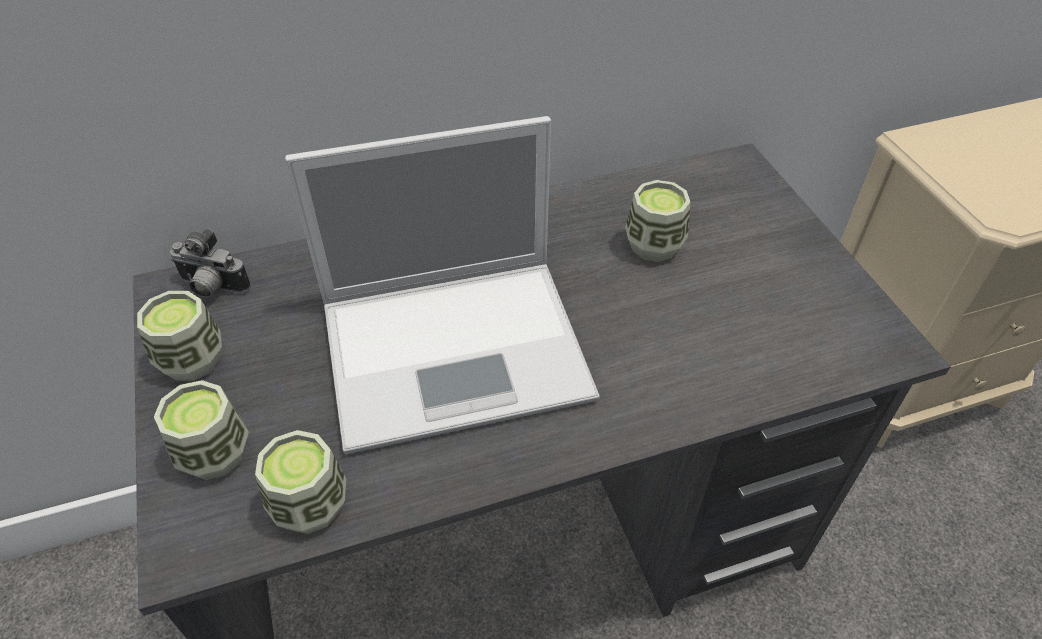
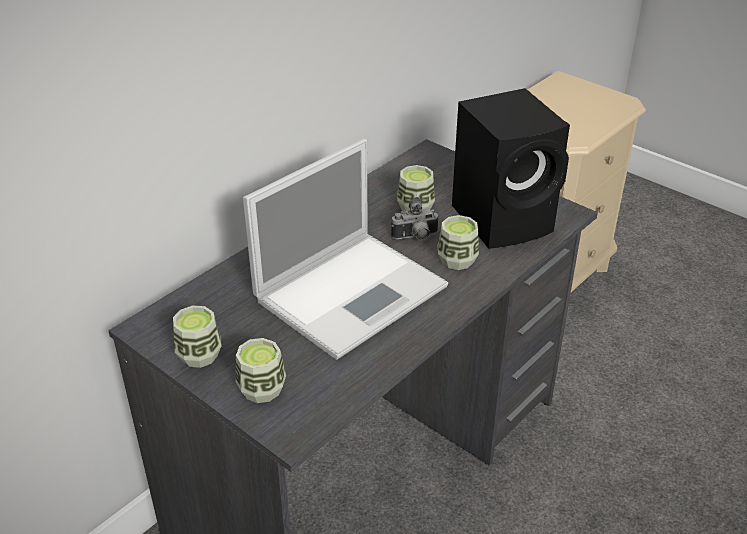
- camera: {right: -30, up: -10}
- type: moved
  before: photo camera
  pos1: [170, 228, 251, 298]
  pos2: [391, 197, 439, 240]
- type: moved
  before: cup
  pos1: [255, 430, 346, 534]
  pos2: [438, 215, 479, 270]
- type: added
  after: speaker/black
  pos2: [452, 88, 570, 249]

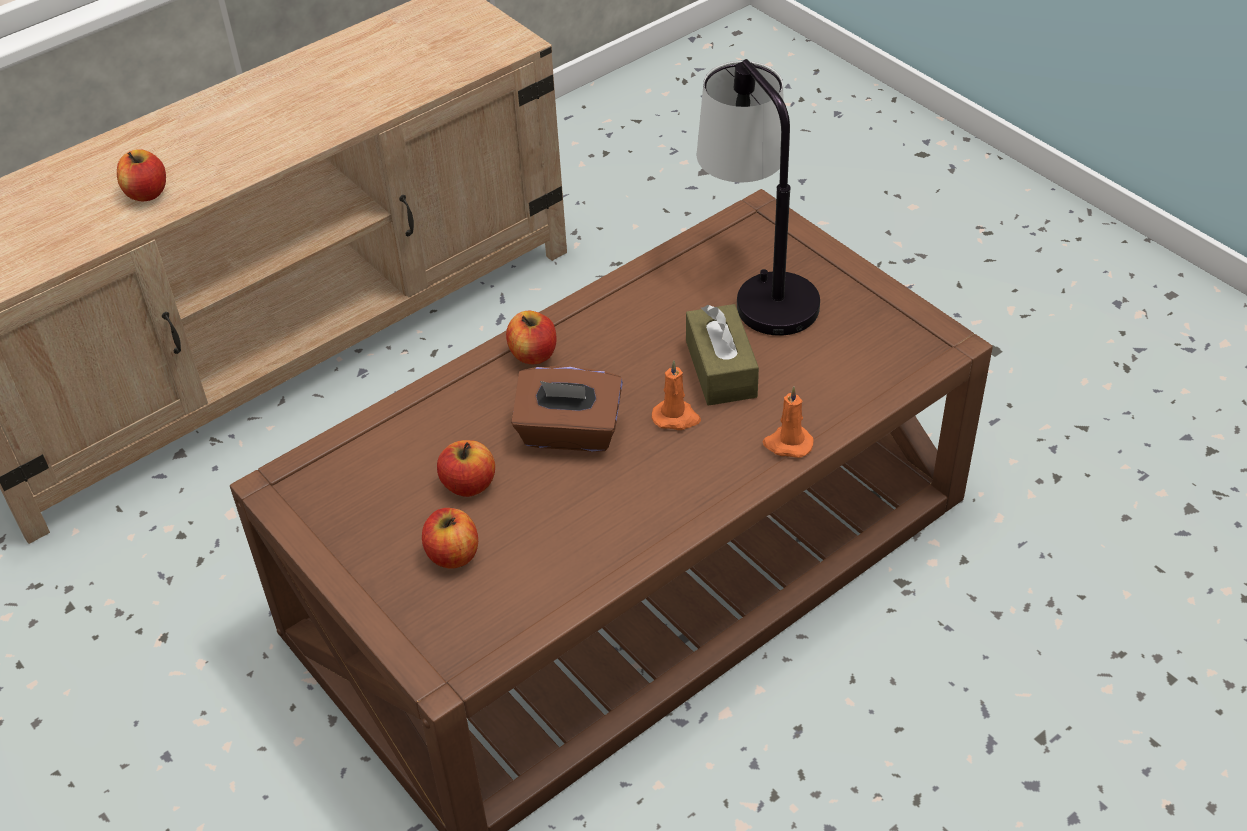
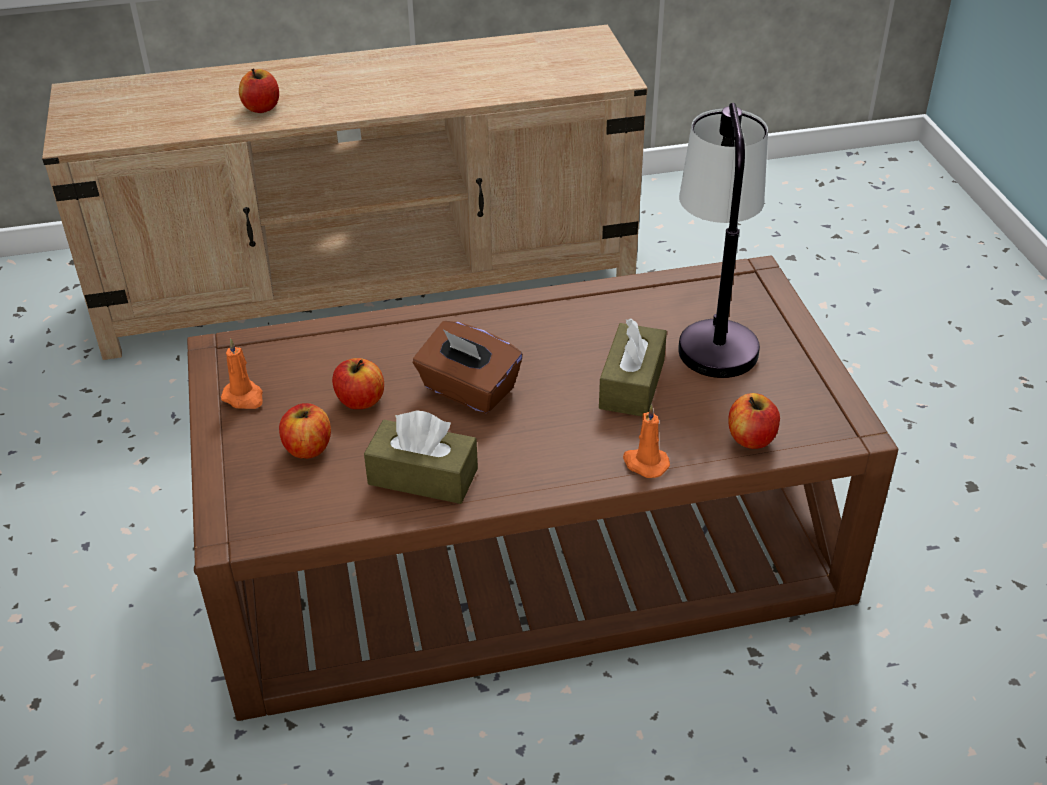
- camera: {right: 25, up: -5}
- type: moved
  before: candle/orange
  pos1: [652, 360, 701, 430]
  pos2: [221, 339, 263, 409]
- type: added
  after: tissue box/brown
  pos2: [364, 410, 478, 504]
- type: moved
  before: apple
  pos1: [506, 311, 557, 364]
  pos2: [728, 393, 780, 449]

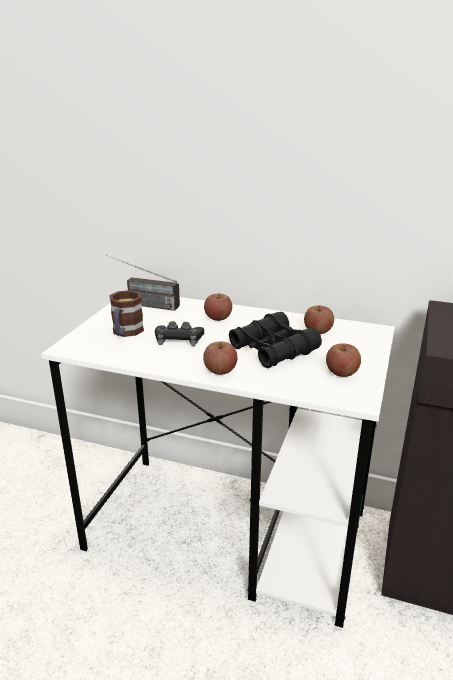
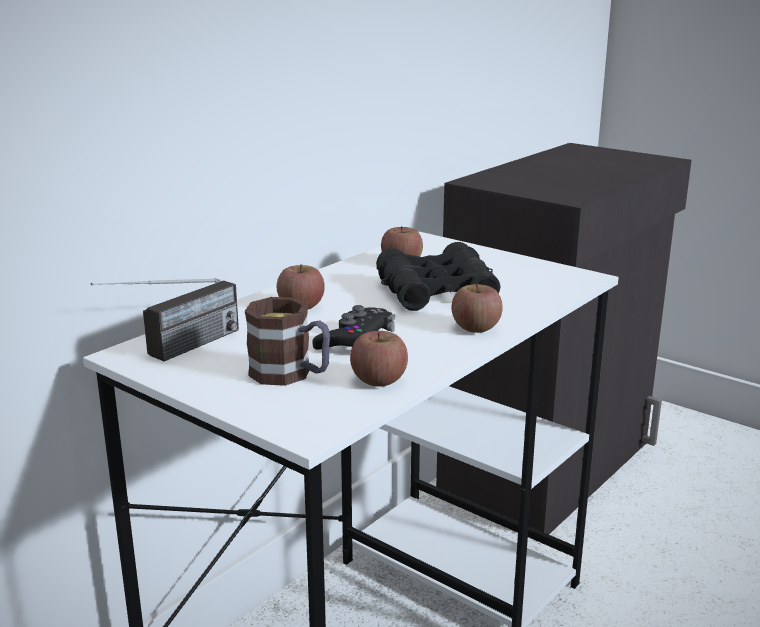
- camera: {right: -70, up: -5}
- type: moved
  before: apple
  pos1: [326, 343, 361, 377]
  pos2: [350, 331, 408, 387]

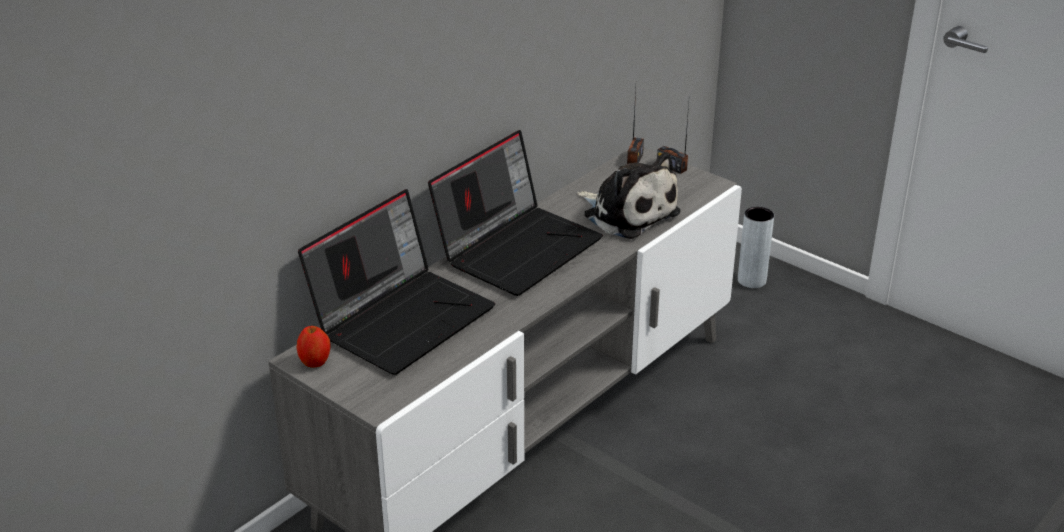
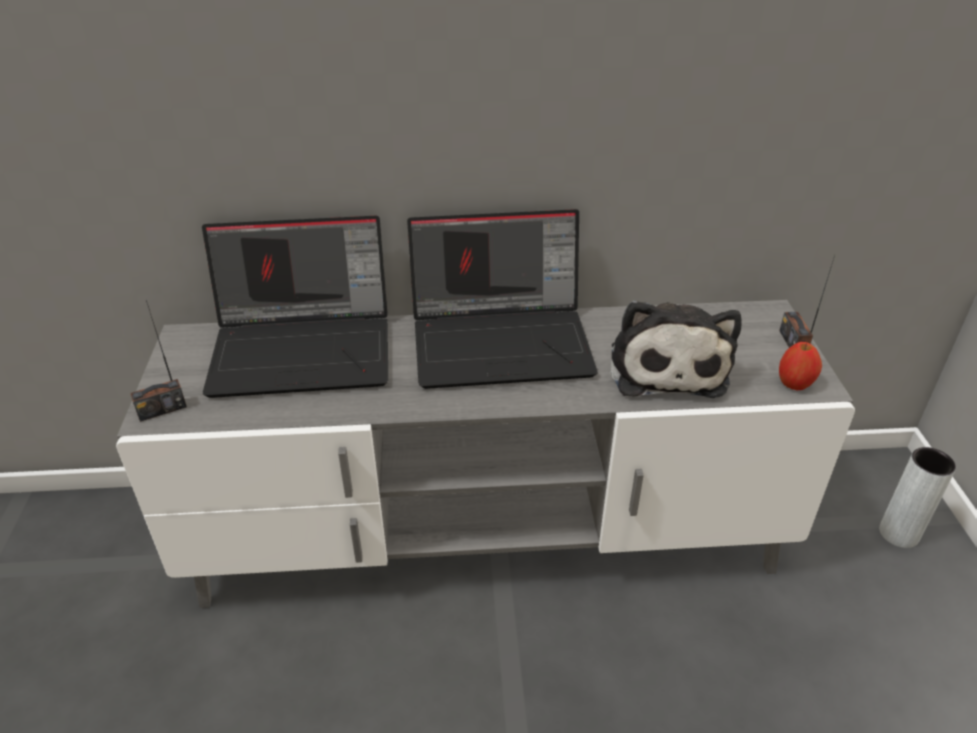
- camera: {right: 45, up: 5}
- type: moved
  before: radio
  pos1: [627, 90, 644, 164]
  pos2: [130, 300, 187, 422]
- type: moved
  before: apple
  pos1: [296, 326, 331, 368]
  pos2: [779, 342, 822, 390]

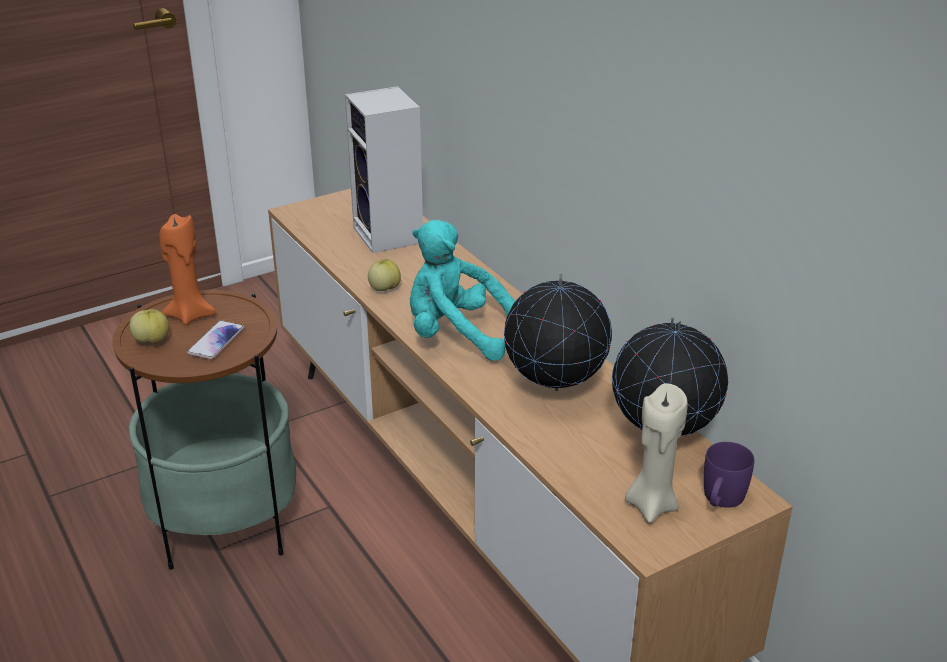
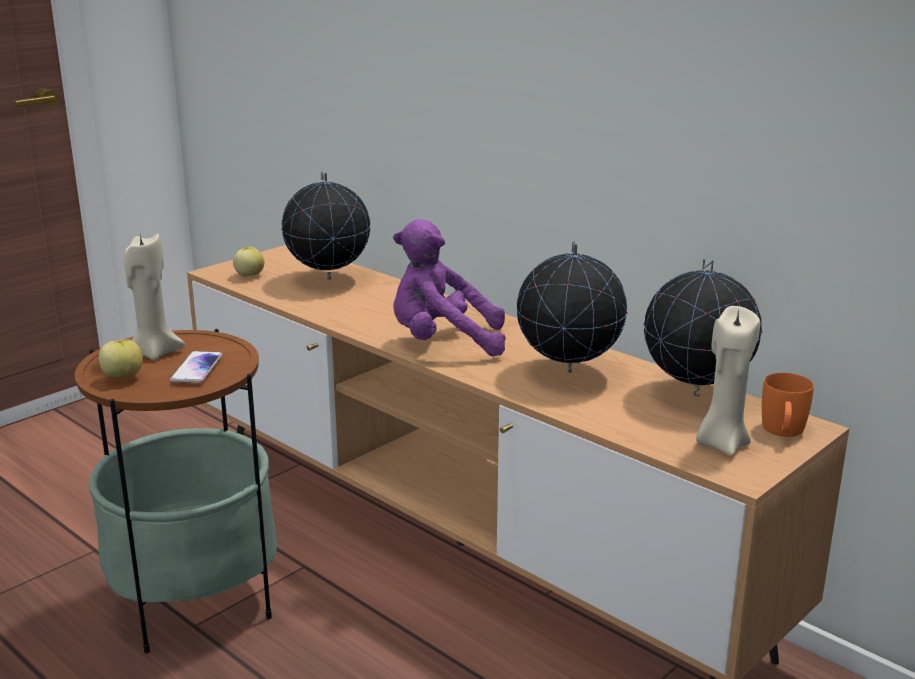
- camera: {right: -15, up: -10}
- type: recoloured
  before: candle/orange
  after: candle/beige
  pos1: [160, 214, 217, 325]
  pos2: [124, 234, 185, 361]
- type: moved
  before: apple
  pos1: [368, 259, 401, 291]
  pos2: [233, 247, 264, 277]
- type: replaced
  before: speaker
  after: globe
  pos1: [345, 86, 423, 253]
  pos2: [281, 172, 370, 280]
- type: recoloured
  before: plush toy/turquoise
  after: plush toy/purple
  pos1: [410, 220, 515, 361]
  pos2: [393, 219, 506, 357]
- type: recoloured
  before: mug/purple
  after: mug/orange
  pos1: [704, 442, 754, 508]
  pos2: [762, 373, 814, 437]

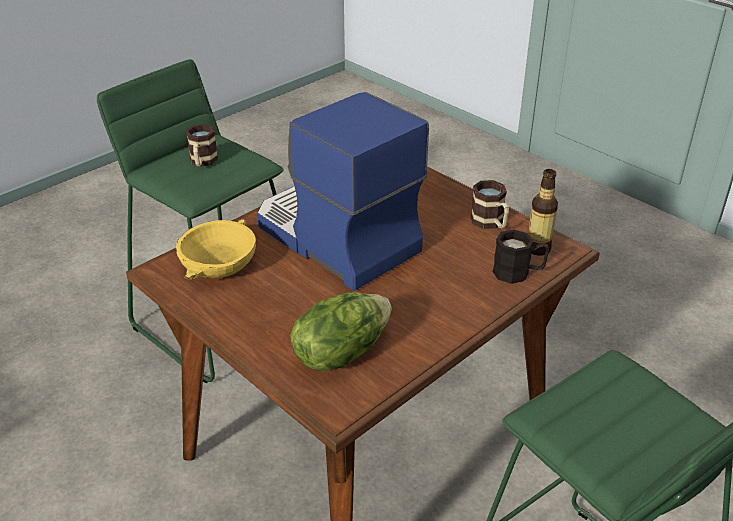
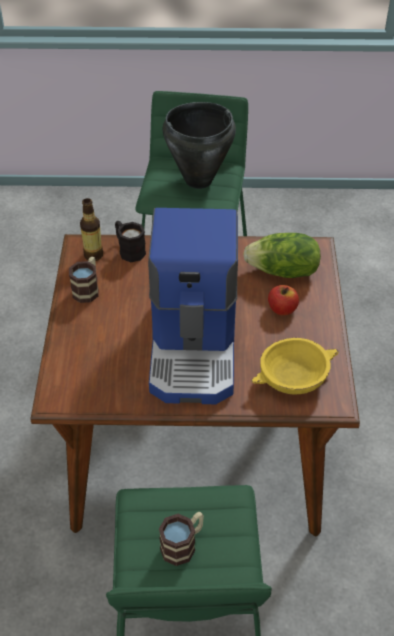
- camera: {right: -135, up: 10}
- type: added
  after: cooking pot/black
  pos2: [162, 102, 236, 189]
- type: added
  after: apple
  pos2: [268, 285, 299, 315]

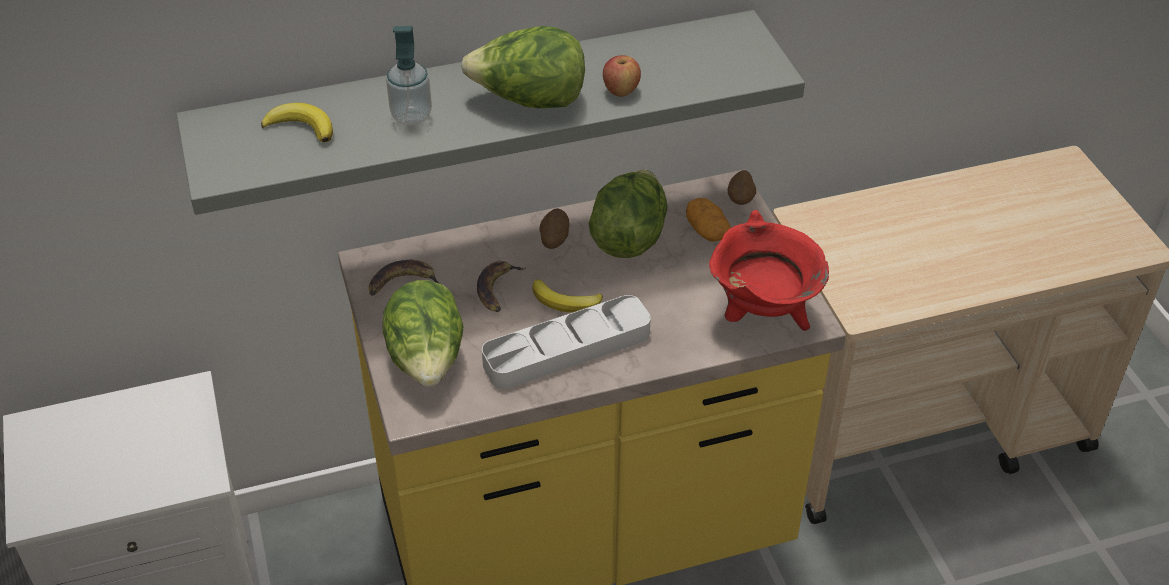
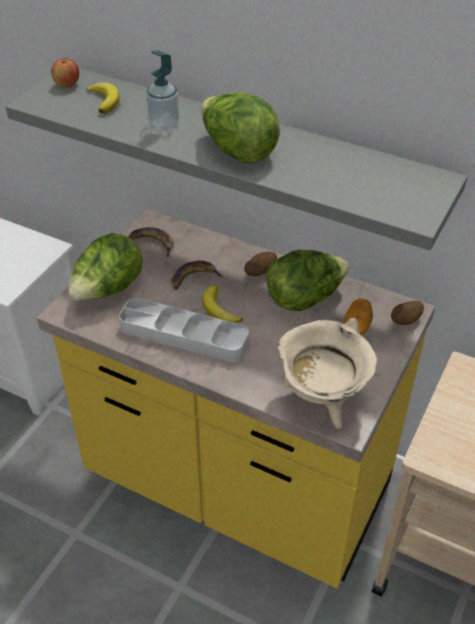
- camera: {right: 45, up: 0}
- type: moved
  before: apple
  pos1: [603, 55, 641, 97]
  pos2: [51, 58, 79, 87]
- type: recoloured
  before: cooking pot/red
  after: cooking pot/beige
  pos1: [709, 210, 829, 331]
  pos2: [277, 318, 376, 429]

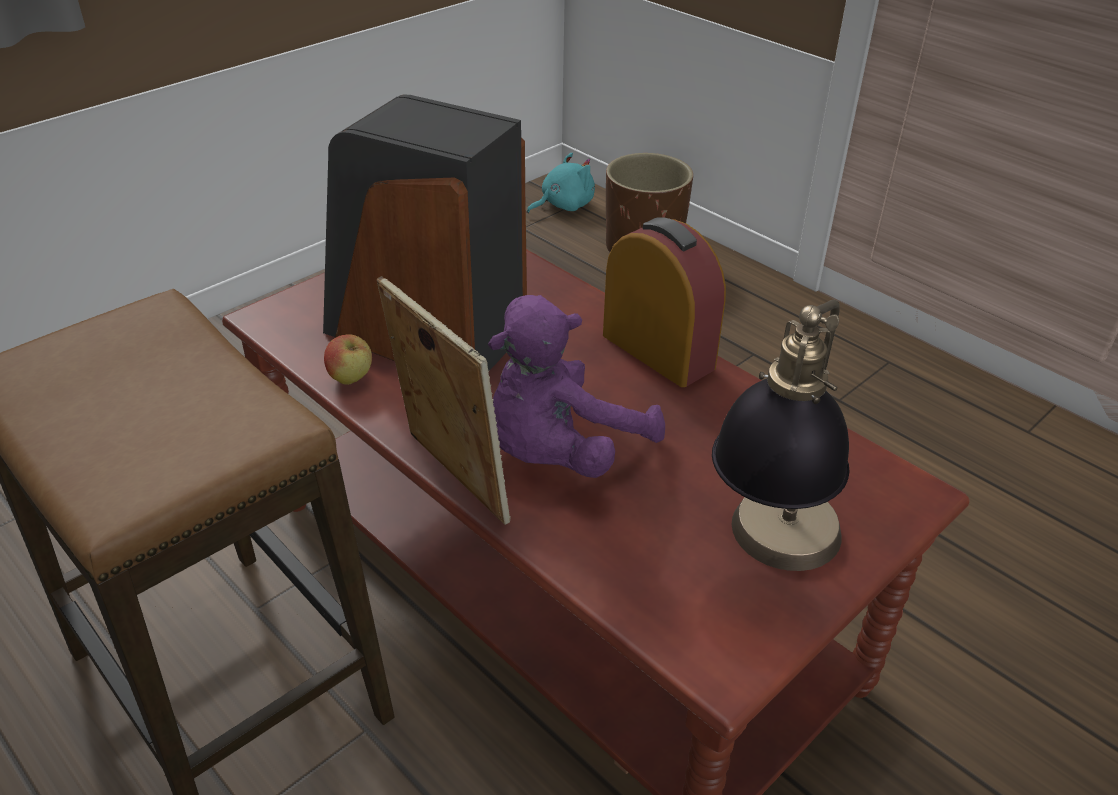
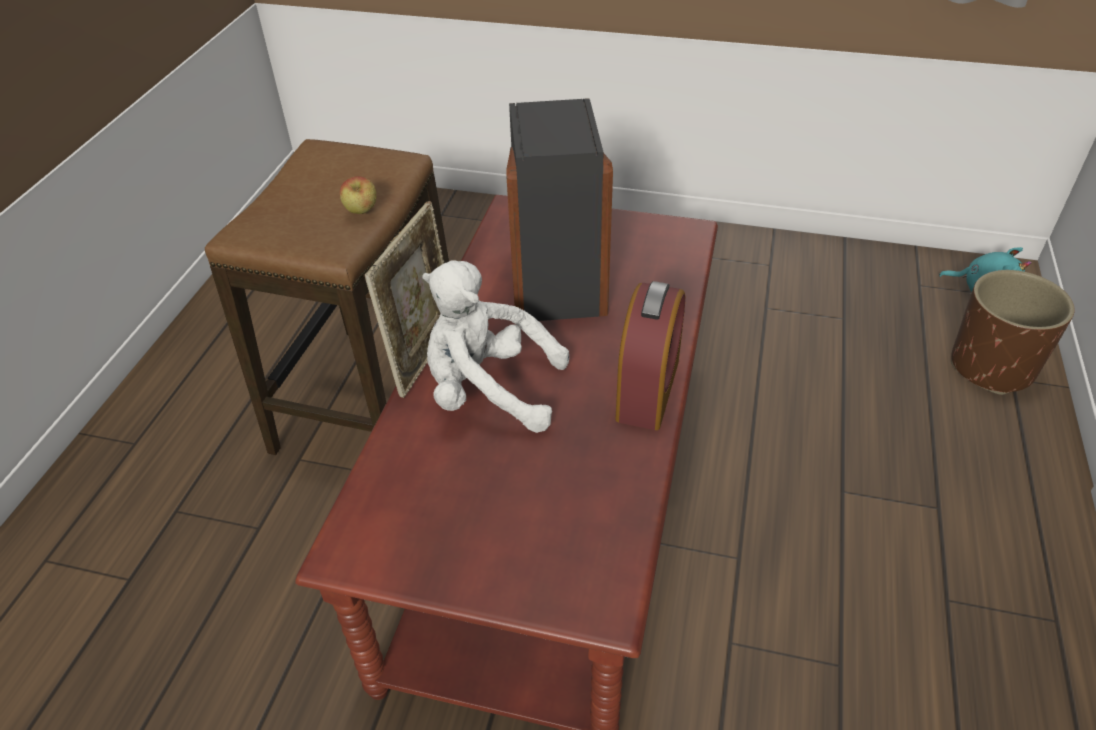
- camera: {right: 60, up: 5}
- type: moved
  before: apple
  pos1: [324, 334, 372, 385]
  pos2: [340, 176, 376, 214]
- type: recoloured
  before: plush toy/purple
  after: plush toy/white
  pos1: [488, 295, 665, 478]
  pos2: [422, 261, 569, 433]
- type: removed
  before: table lamp
  pos1: [712, 300, 849, 571]

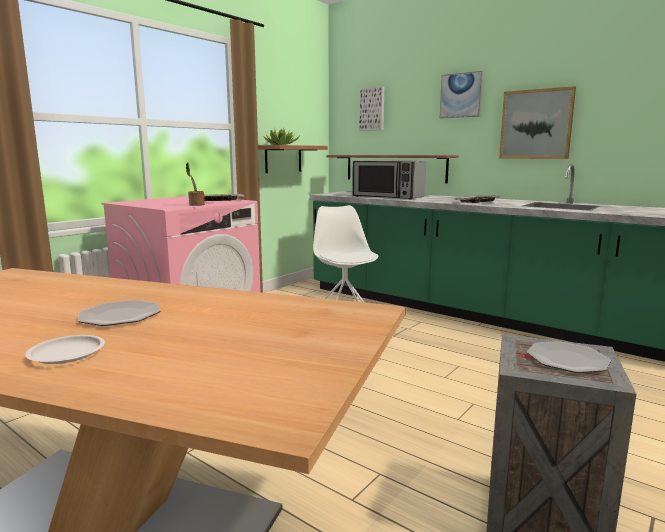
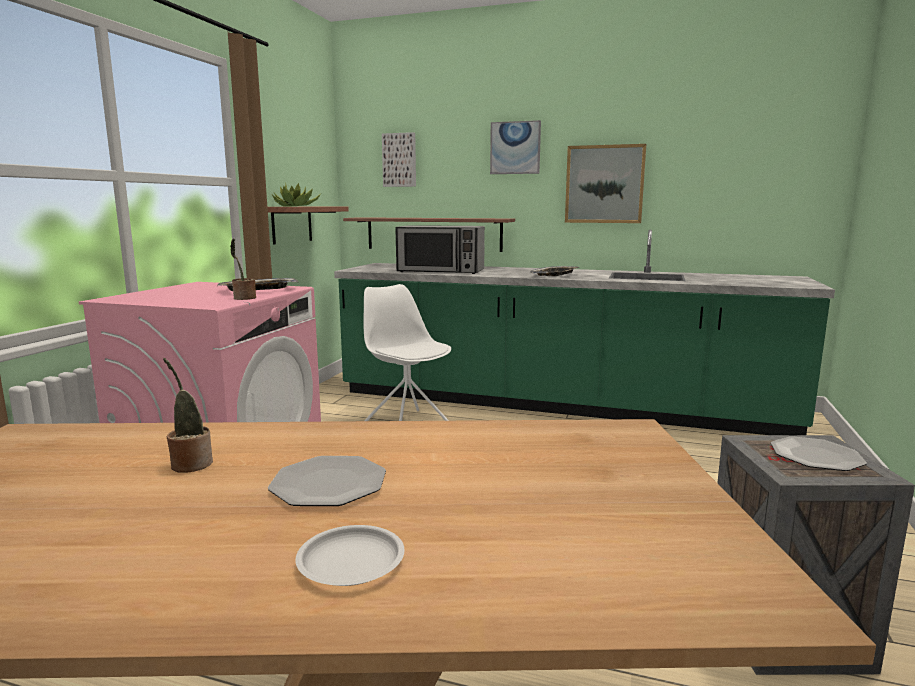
- camera: {right: -20, up: 0}
- type: added
  after: potted plant
  pos2: [163, 358, 213, 473]

